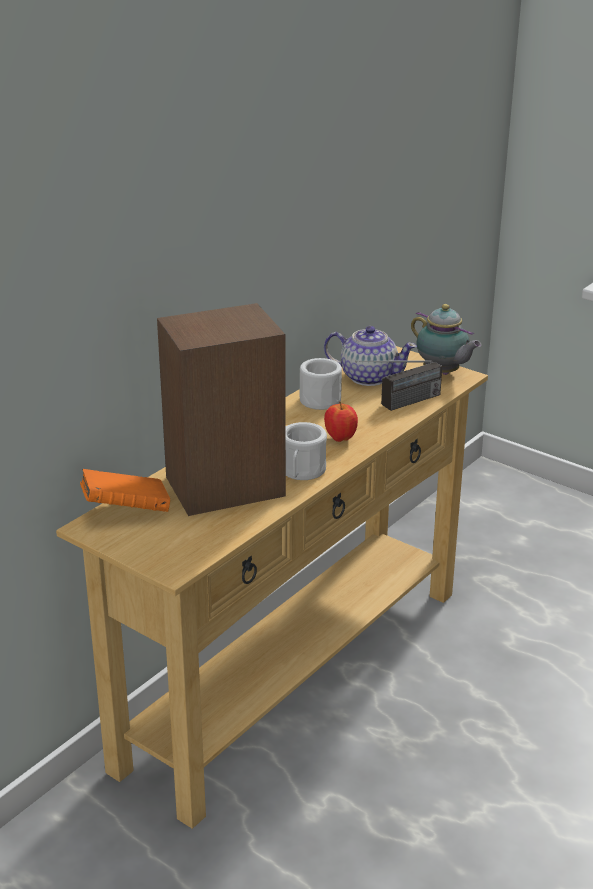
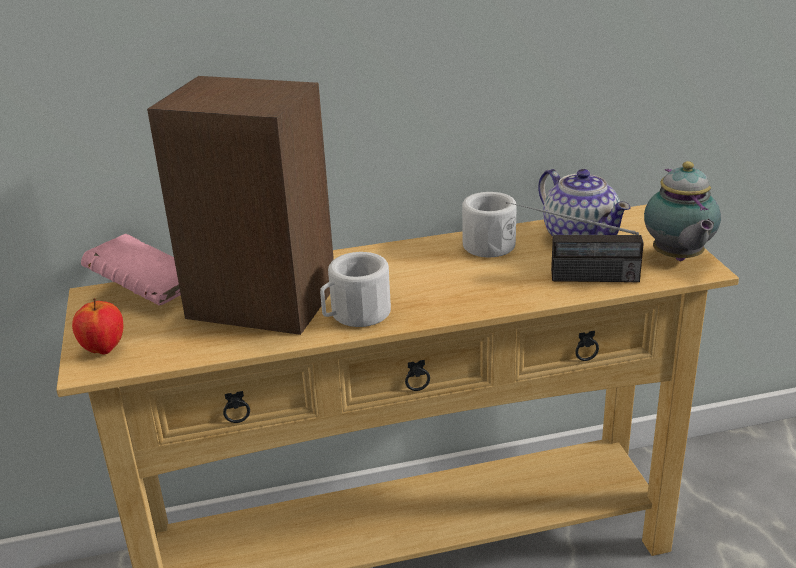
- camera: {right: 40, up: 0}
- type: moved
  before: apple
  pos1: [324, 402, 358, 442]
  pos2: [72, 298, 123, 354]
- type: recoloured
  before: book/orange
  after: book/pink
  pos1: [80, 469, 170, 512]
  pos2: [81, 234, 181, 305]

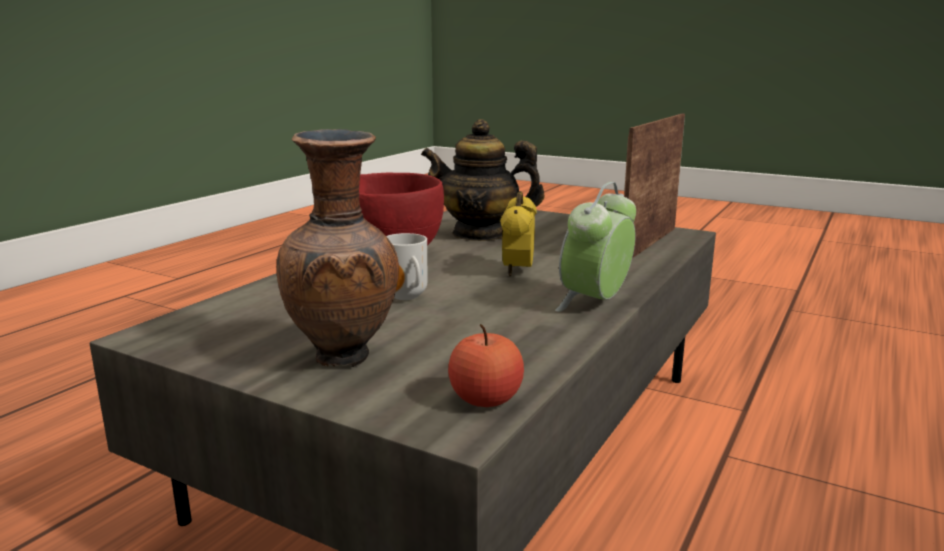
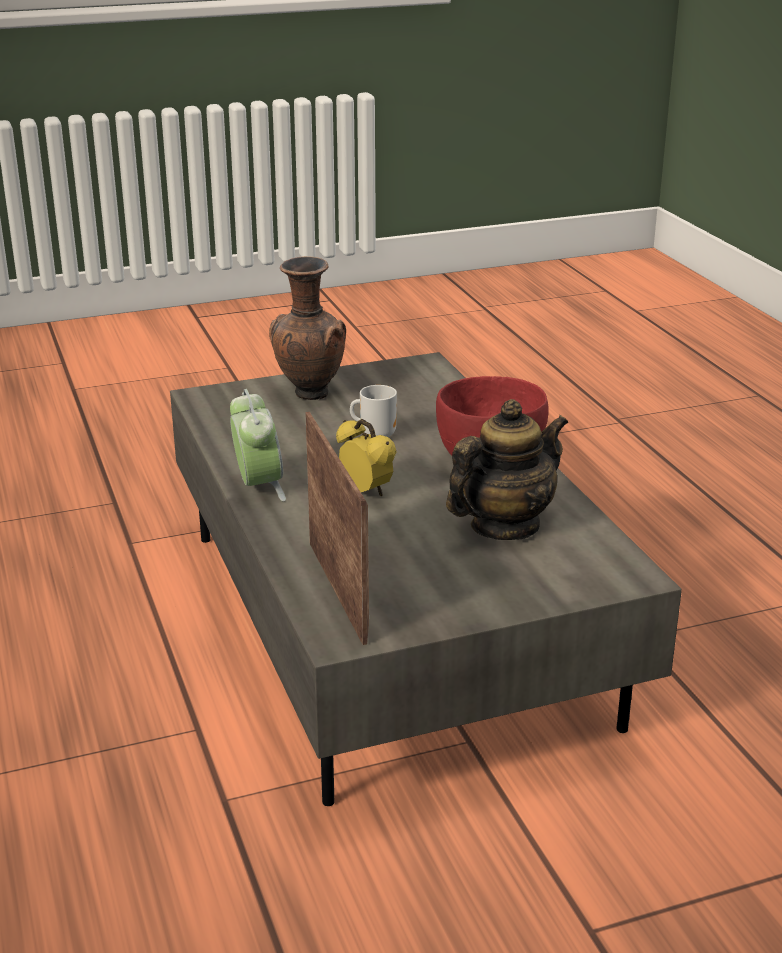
- camera: {right: 130, up: 10}
- type: removed
  before: apple
  pos1: [448, 324, 524, 407]

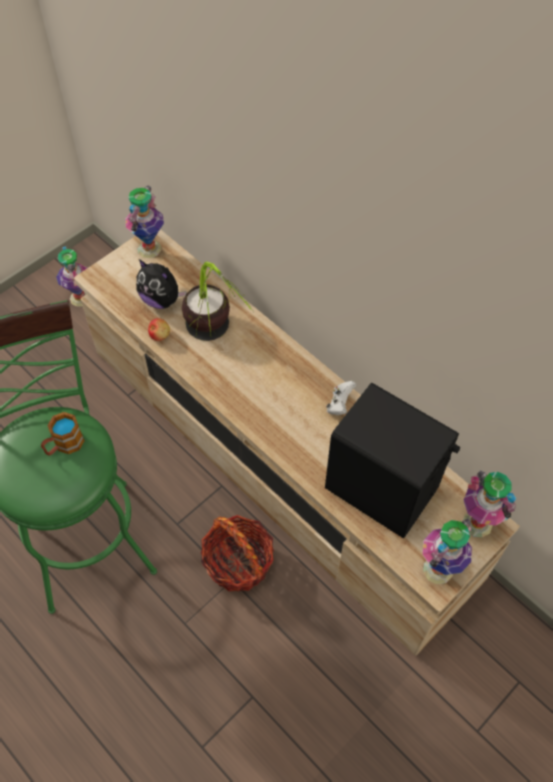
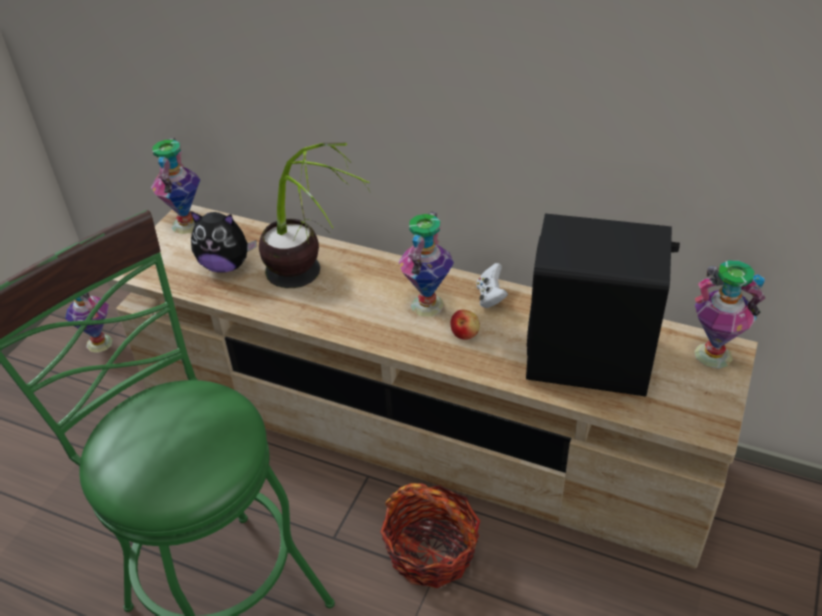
- camera: {right: -20, up: -15}
- type: moved
  before: vase
  pos1: [423, 518, 472, 584]
  pos2: [399, 212, 454, 317]
- type: moved
  before: apple
  pos1: [148, 318, 170, 341]
  pos2: [450, 310, 480, 340]
- type: removed
  before: mug
  pos1: [41, 412, 85, 456]

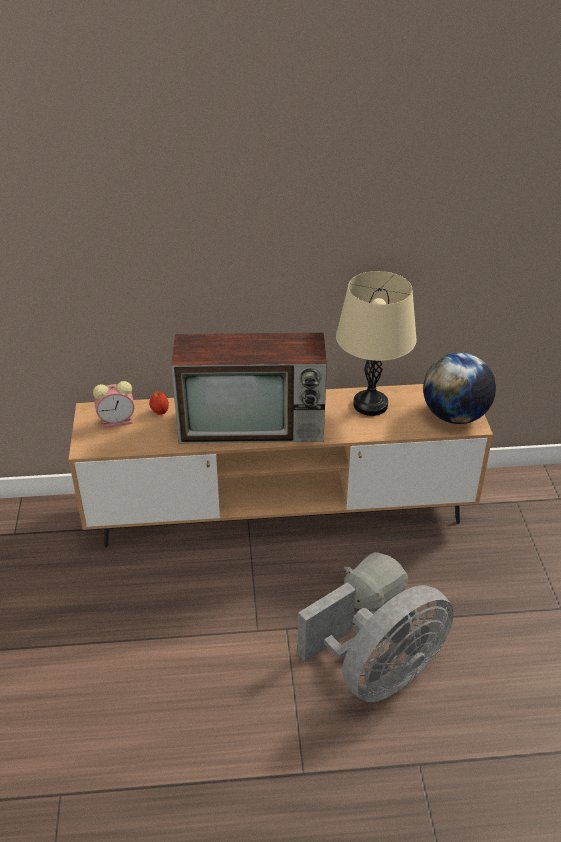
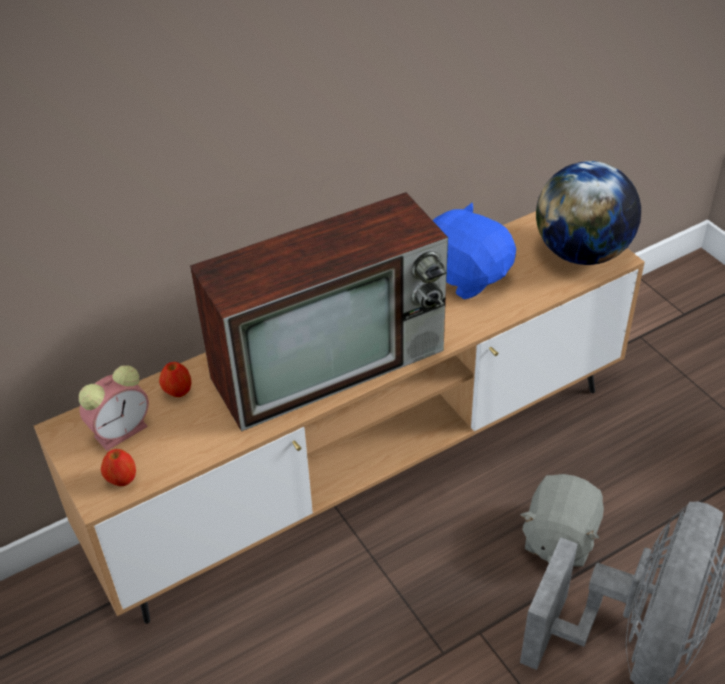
- camera: {right: -25, up: 5}
- type: added
  after: apple
  pos2: [101, 449, 136, 486]
- type: replaced
  before: table lamp/beige
  after: plush toy/blue
  pos1: [336, 271, 417, 416]
  pos2: [433, 203, 516, 299]

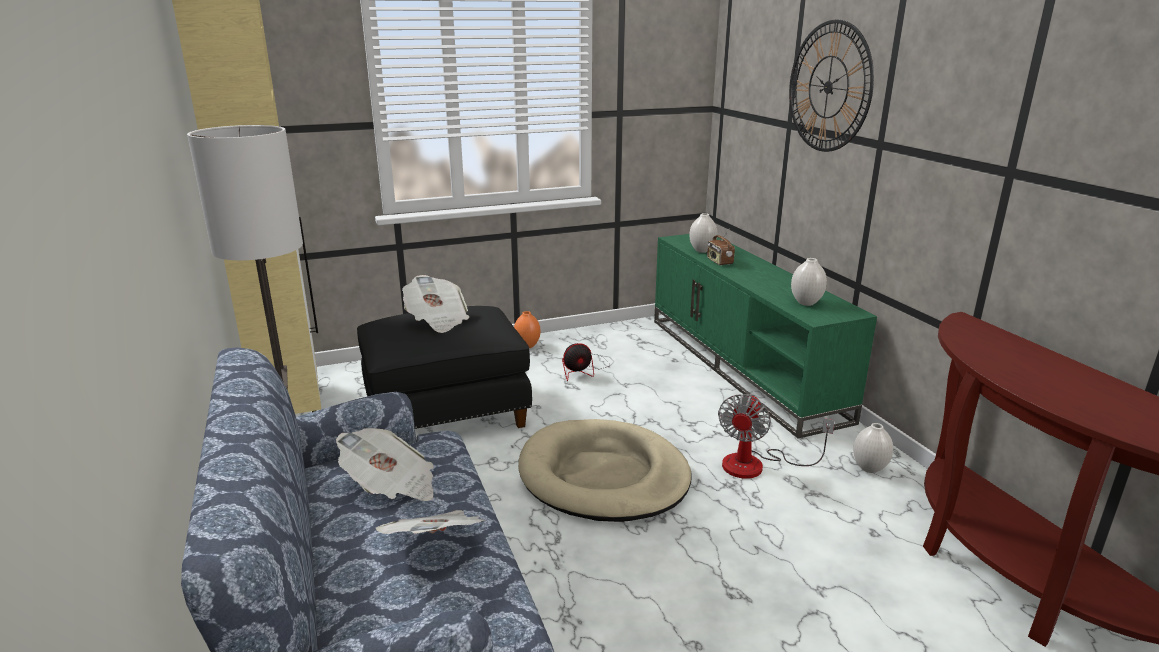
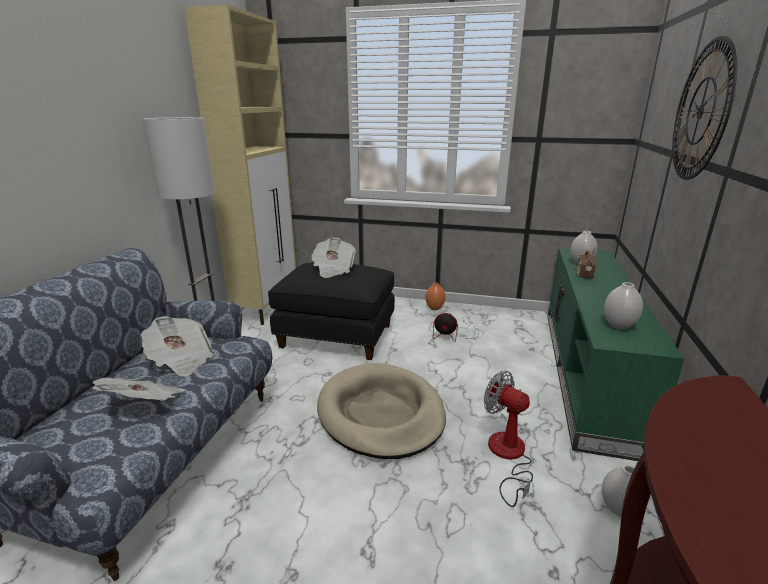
- camera: {right: 35, up: 0}
- type: turned
  before: fan
  pos1: [718, 393, 835, 479]
  pos2: [484, 371, 533, 507]
  turn: 75

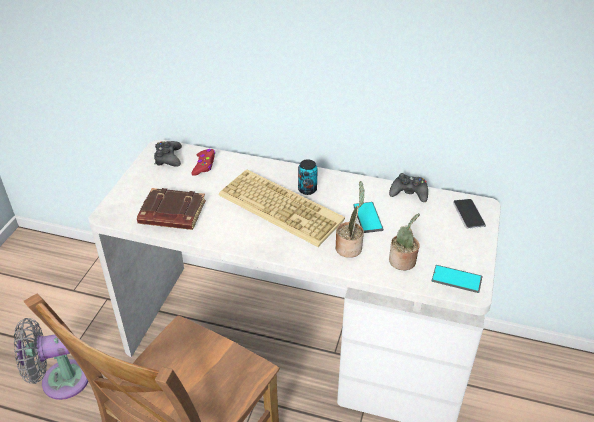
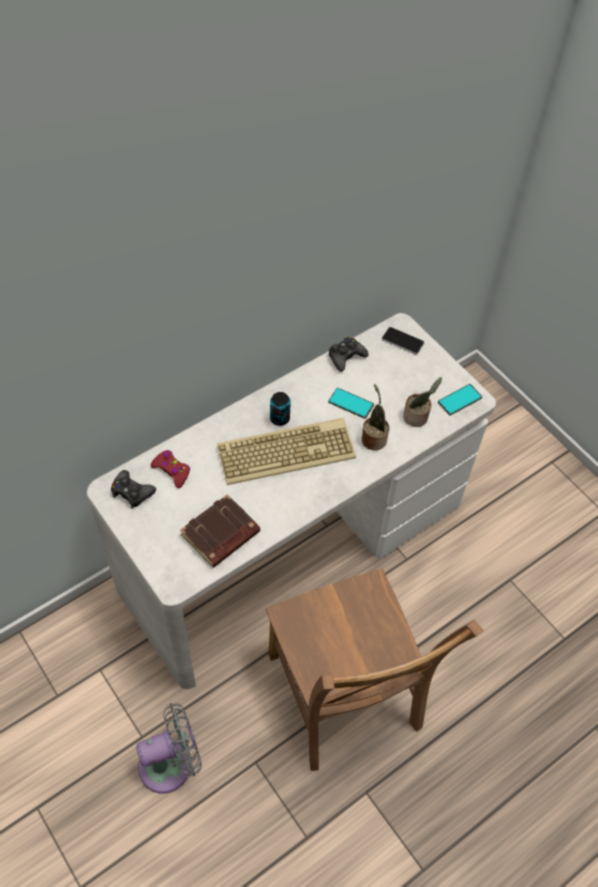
- camera: {right: -55, up: 15}
- type: turned
  before: fan/grey
  pos1: [14, 318, 88, 400]
  pos2: [136, 703, 202, 793]
  turn: -135

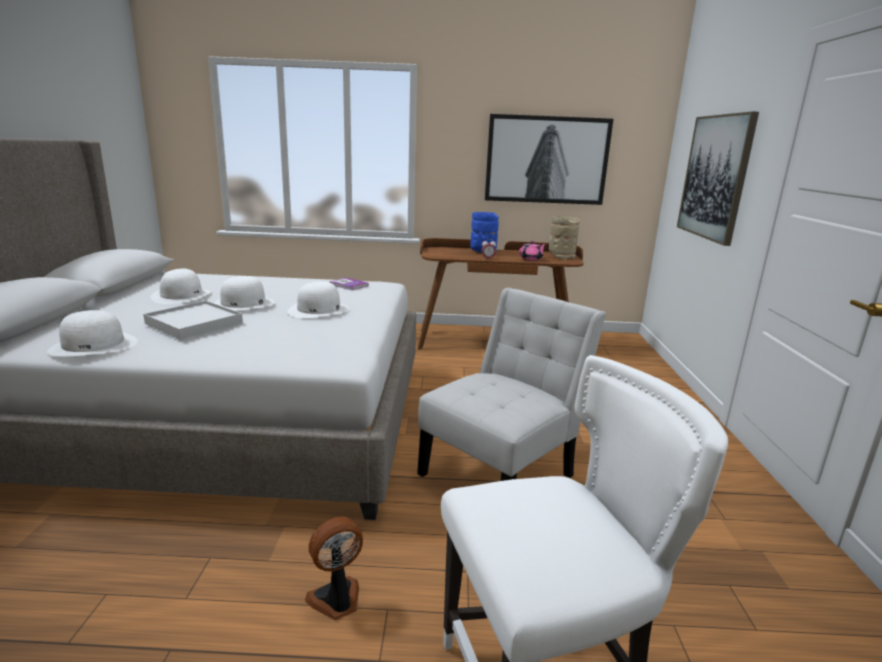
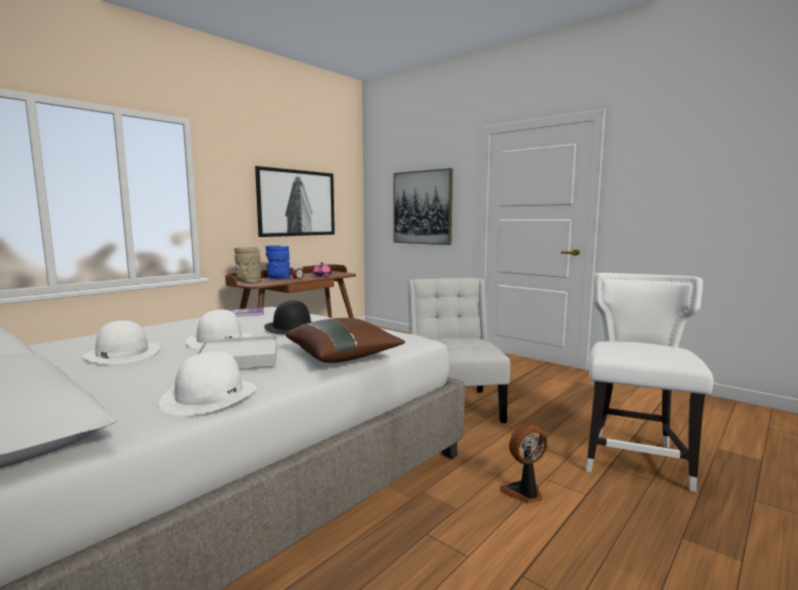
- camera: {right: -50, up: -10}
- type: moved
  before: vase/beige
  pos1: [549, 216, 580, 259]
  pos2: [234, 247, 261, 283]
- type: recoloured
  before: hat/white
  after: hat/black
  pos1: [288, 282, 350, 318]
  pos2: [264, 300, 311, 334]
- type: added
  after: pillow/brown
  pos2: [286, 318, 405, 363]
- type: turned
  before: fan
  pos1: [305, 517, 363, 620]
  pos2: [500, 423, 547, 503]
  turn: 60

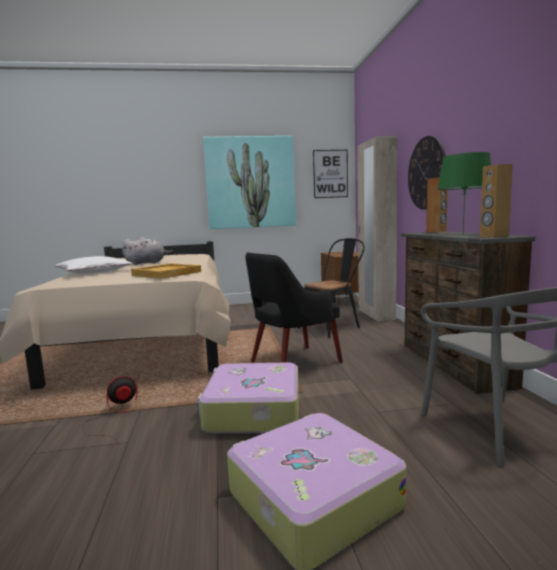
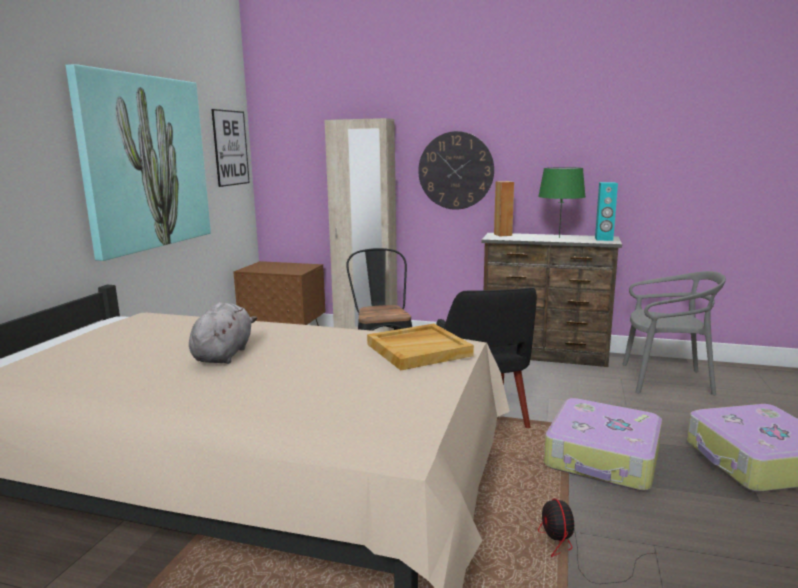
- camera: {right: -65, up: 5}
- type: recoloured
  before: speaker/brown
  after: speaker/turquoise
  pos1: [480, 164, 513, 237]
  pos2: [595, 182, 618, 241]
- type: removed
  before: pillow/white
  pos1: [55, 256, 133, 274]

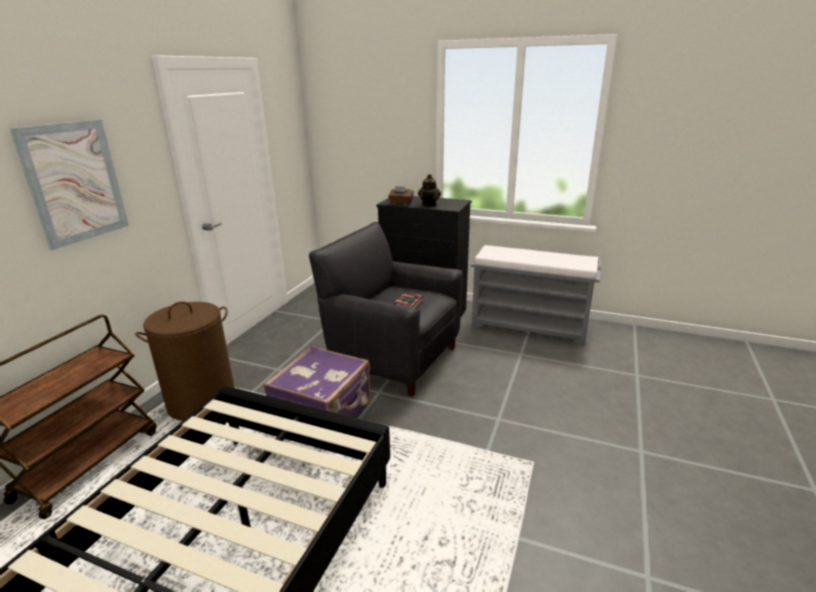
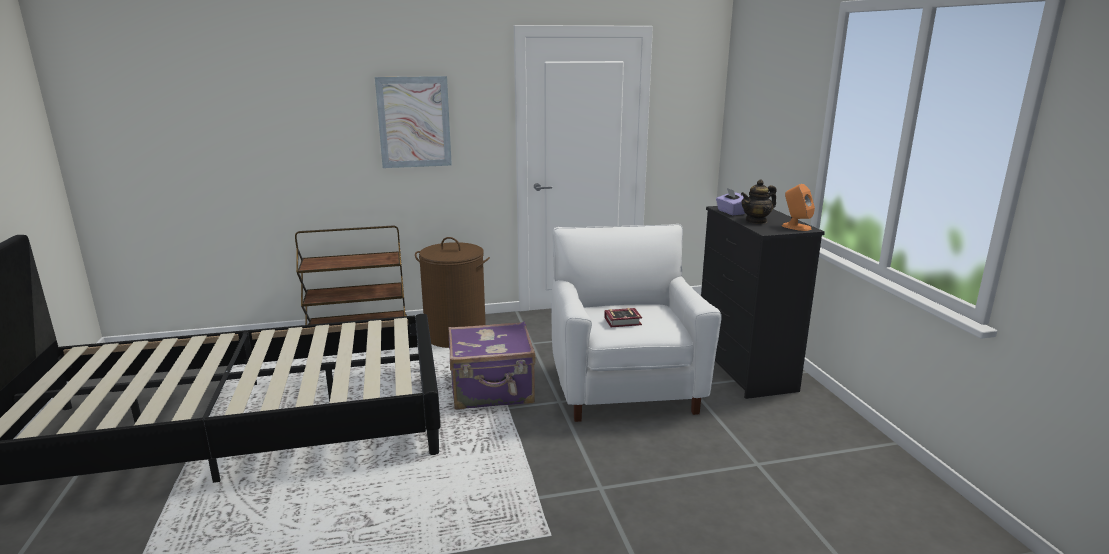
- camera: {right: 55, up: -5}
- type: recoloured
  before: armchair/black
  after: armchair/white
  pos1: [309, 222, 463, 396]
  pos2: [551, 224, 722, 422]
- type: recoloured
  before: tissue box/brown
  after: tissue box/purple
  pos1: [388, 186, 414, 205]
  pos2: [716, 188, 745, 215]
- type: added
  after: speaker/orange
  pos2: [782, 184, 815, 231]
- type: removed
  before: bench/grey
  pos1: [471, 245, 602, 346]

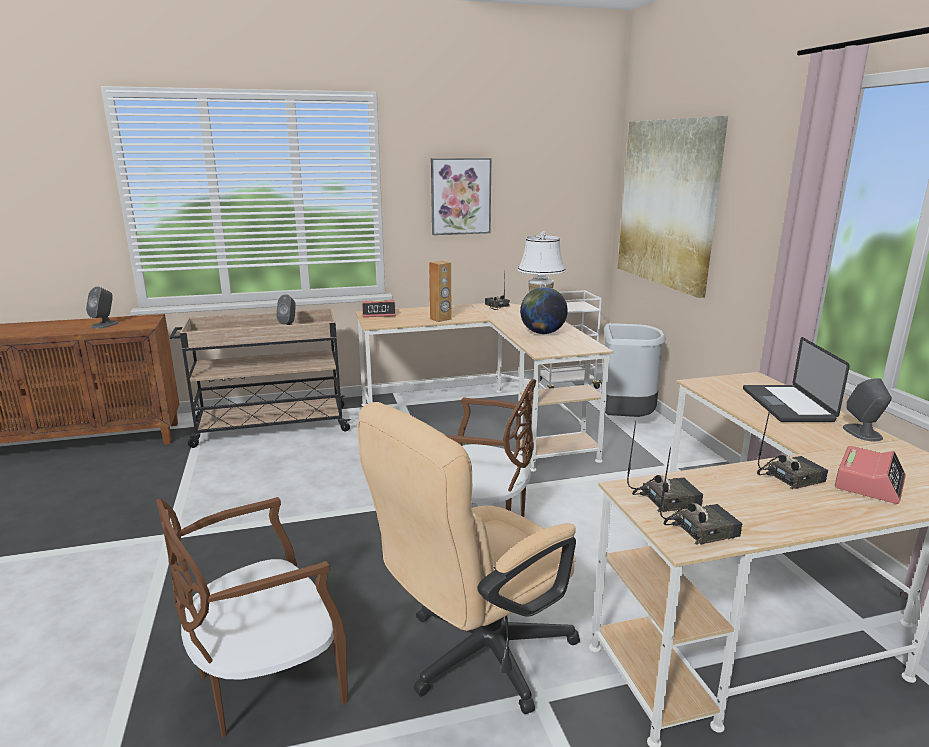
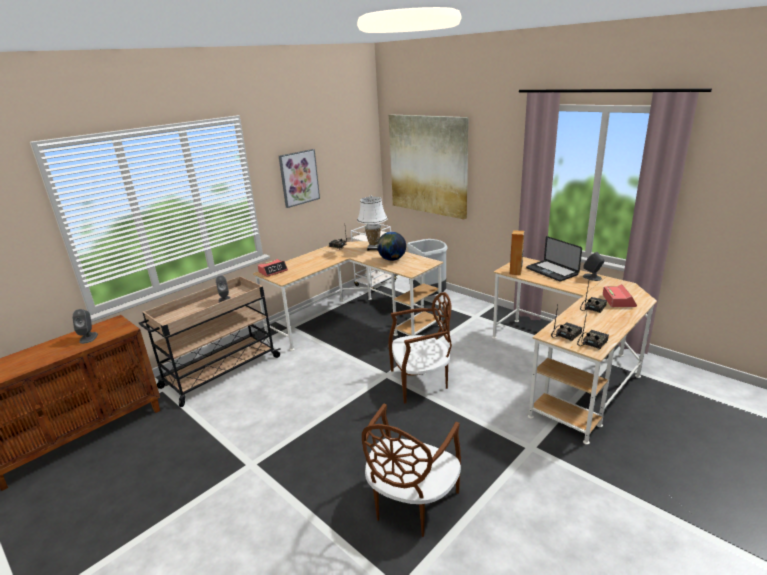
- camera: {right: -30, up: 5}
- type: moved
  before: speaker/brown
  pos1: [429, 261, 452, 322]
  pos2: [510, 230, 524, 275]
- type: removed
  before: office chair/beige
  pos1: [357, 402, 580, 714]

